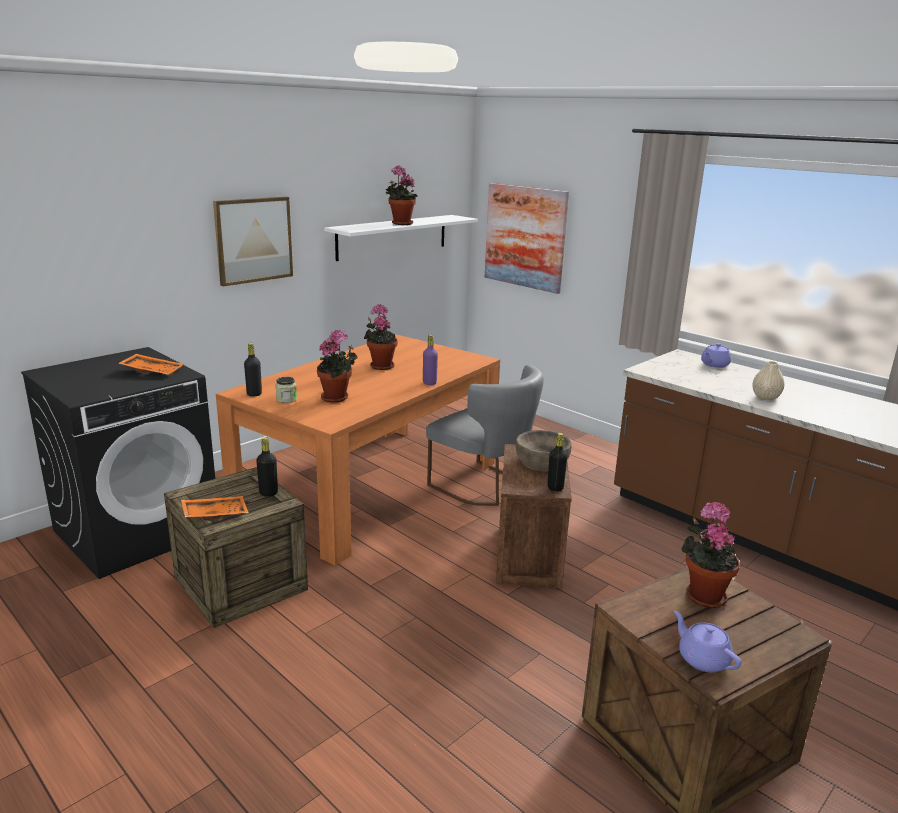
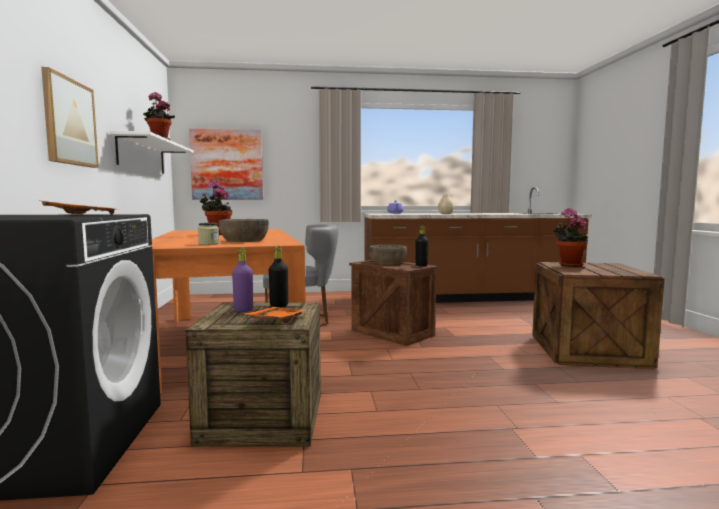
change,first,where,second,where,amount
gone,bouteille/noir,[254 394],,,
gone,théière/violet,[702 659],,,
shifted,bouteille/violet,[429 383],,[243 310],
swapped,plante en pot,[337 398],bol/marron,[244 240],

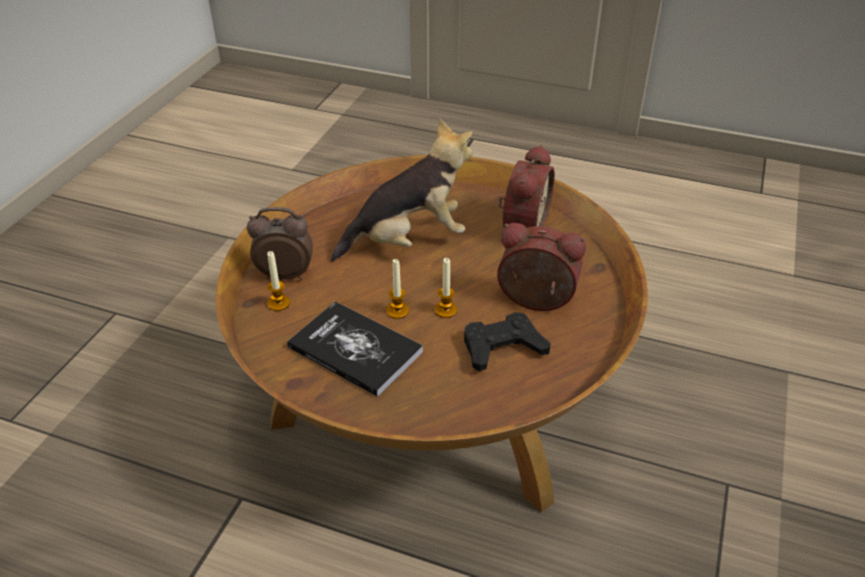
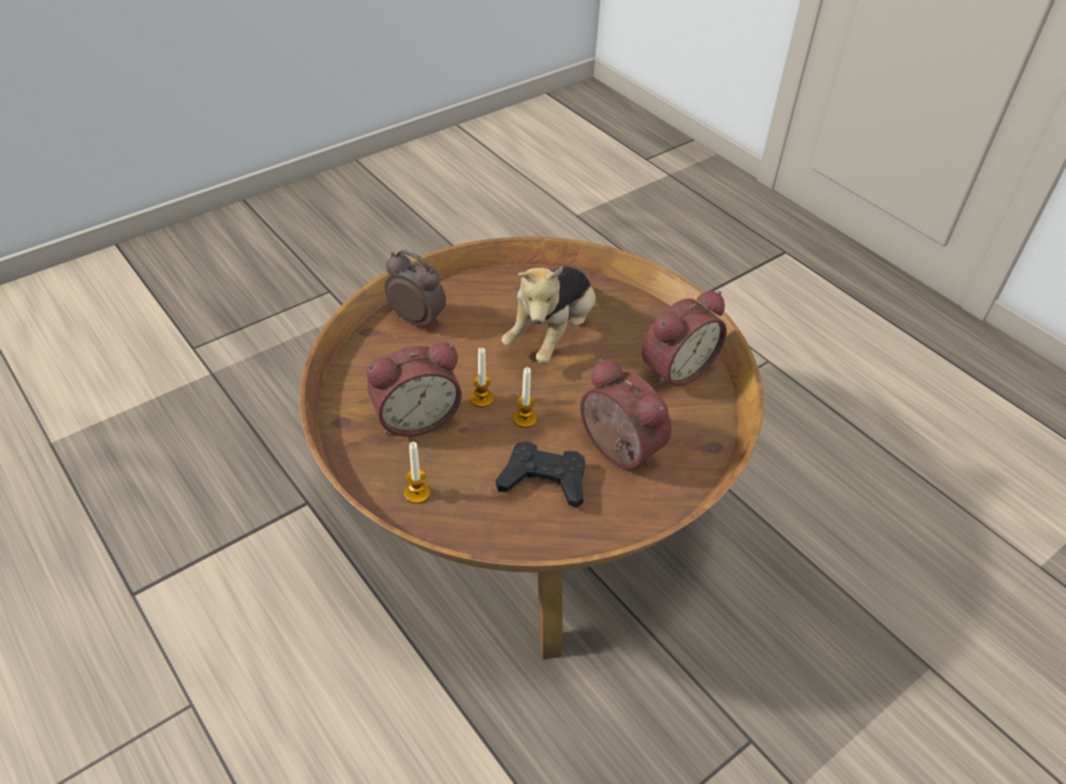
change,first,where,second,where,amount
shifted,bougie,[278 303],,[417 493],
swapped,livre,[355 349],réveil,[415 417],
rotated,peluche,[408 240],,[552 334],105 degrees clockwise

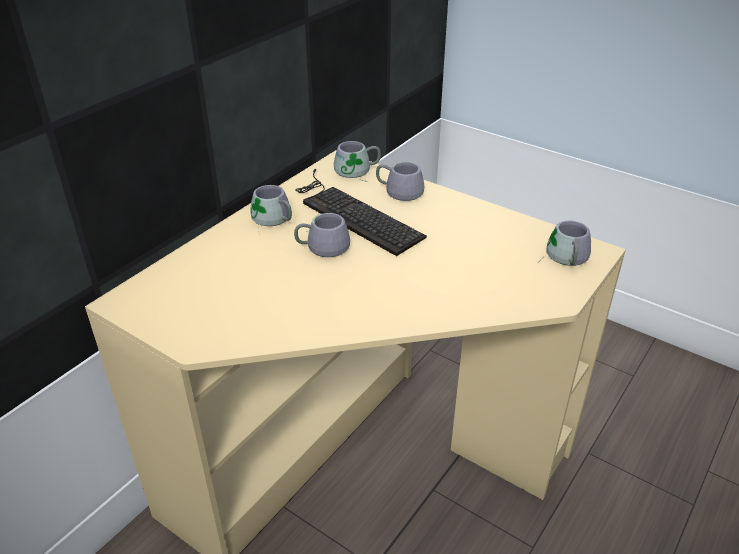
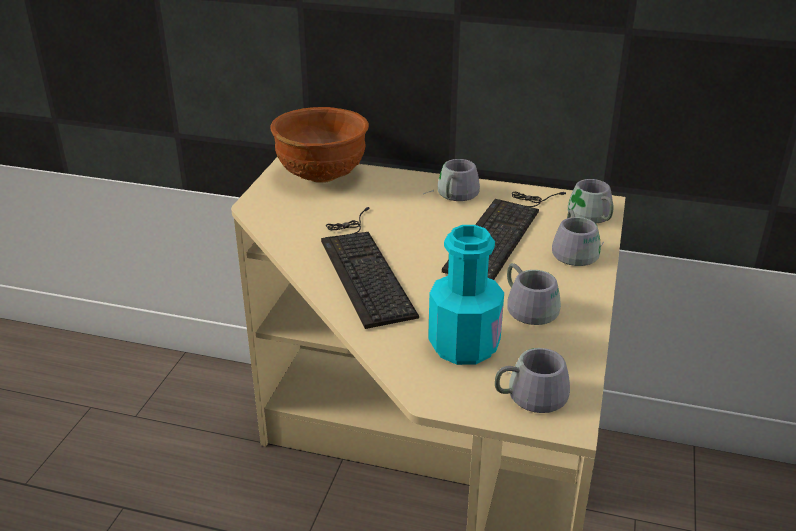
change,first,where,second,where,amount
new,,,bol/marron,[323 176],
new,,,clavier,[363 266],
new,,,bouteille/turquoise,[464 346],
shifted,mug/gris,[322 244],,[532 305],

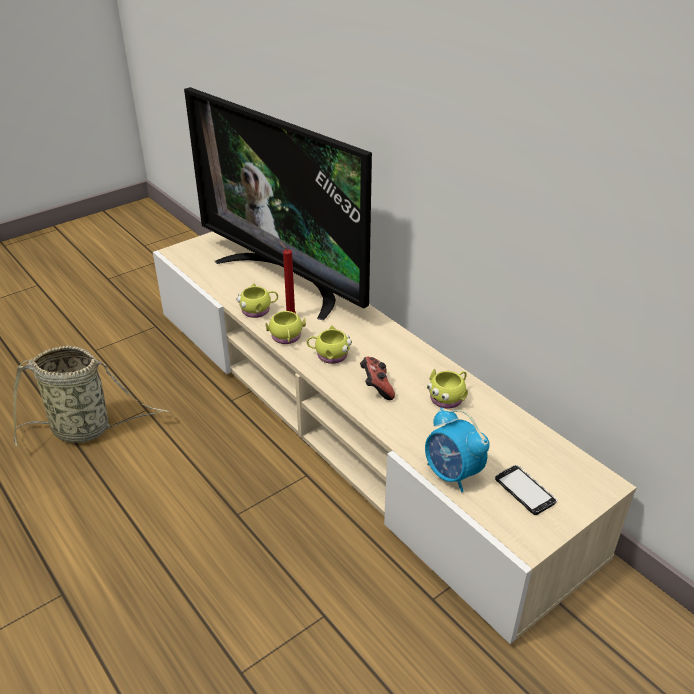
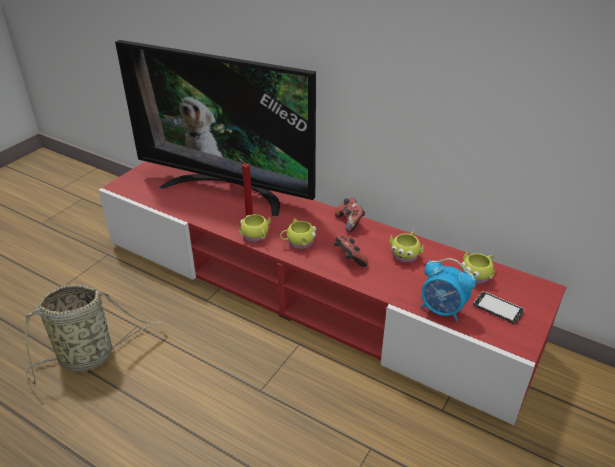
change,first,where,second,where,amount
new,,,manette,[350 222],
shifted,mug/jaune,[258 310],,[477 275],
repainted,meuble télé/beige,[348 419],meuble télé/rouge,[308 292],

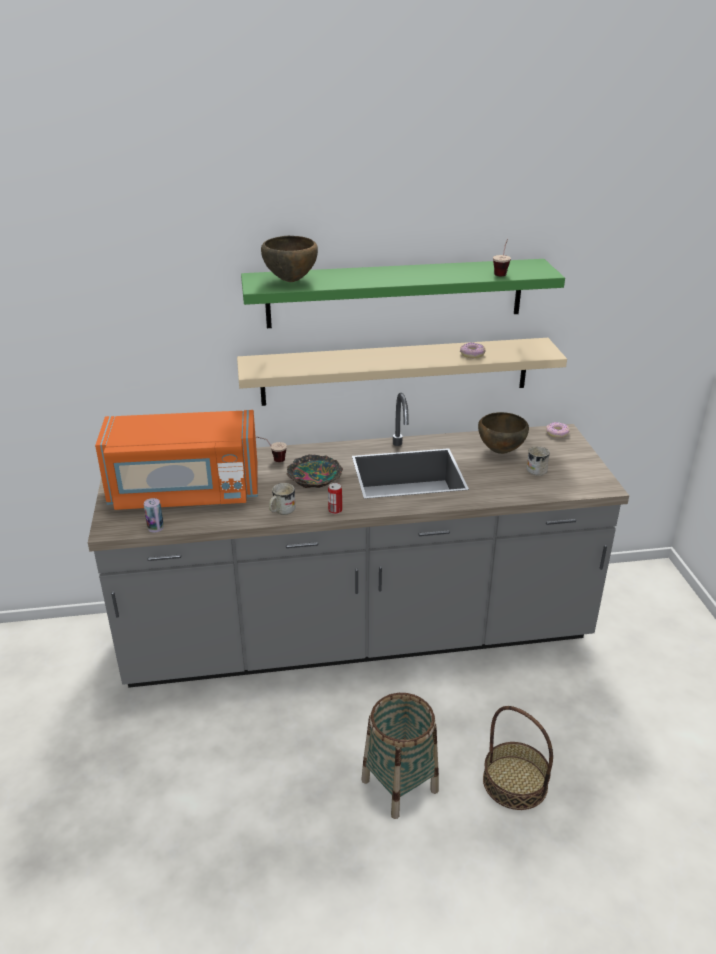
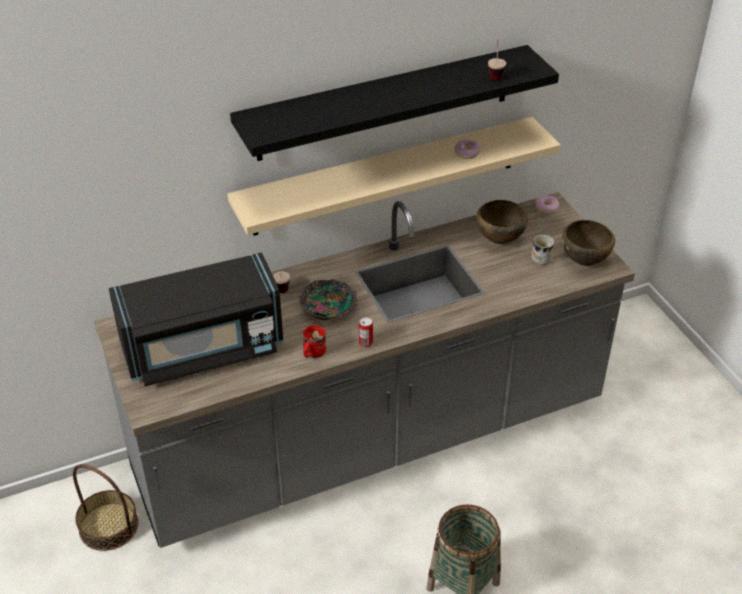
change,first,where,second,where,amount
gone,boîte métallique,[155 528],,,
shifted,bol/marron,[291 280],,[585 261],
shifted,panier,[515 782],,[109 526],
repainted,micro-ondes/orange,[184 492],micro-ondes/noir,[203 349],
repainted,étagère/vert,[395 293],étagère/noir,[385 103],
repainted,mug/blanc,[281 511],mug/rouge,[312 353],

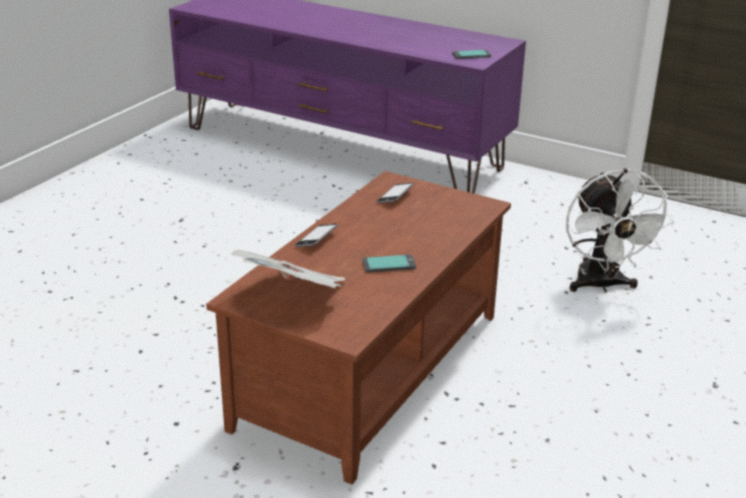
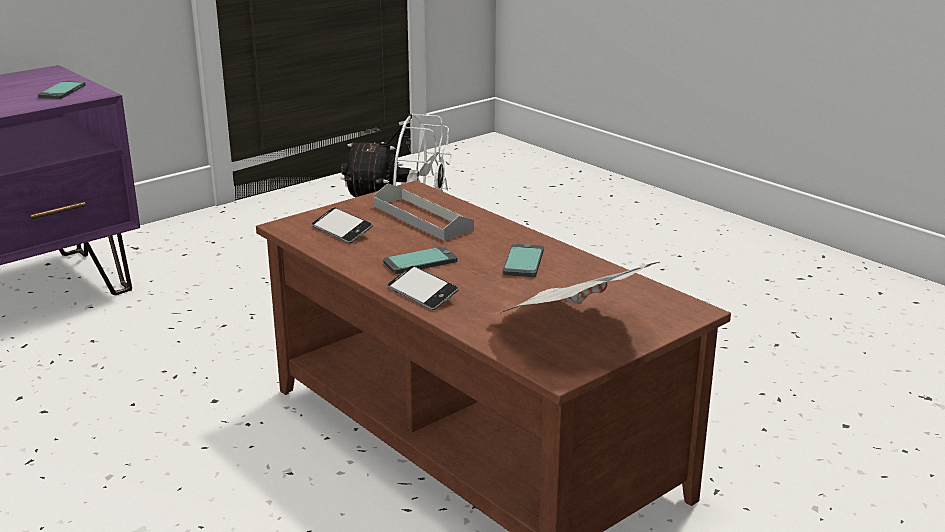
change,first,where,second,where,amount
new,,,plateau/gris,[422 218],
new,,,téléphone,[420 262],

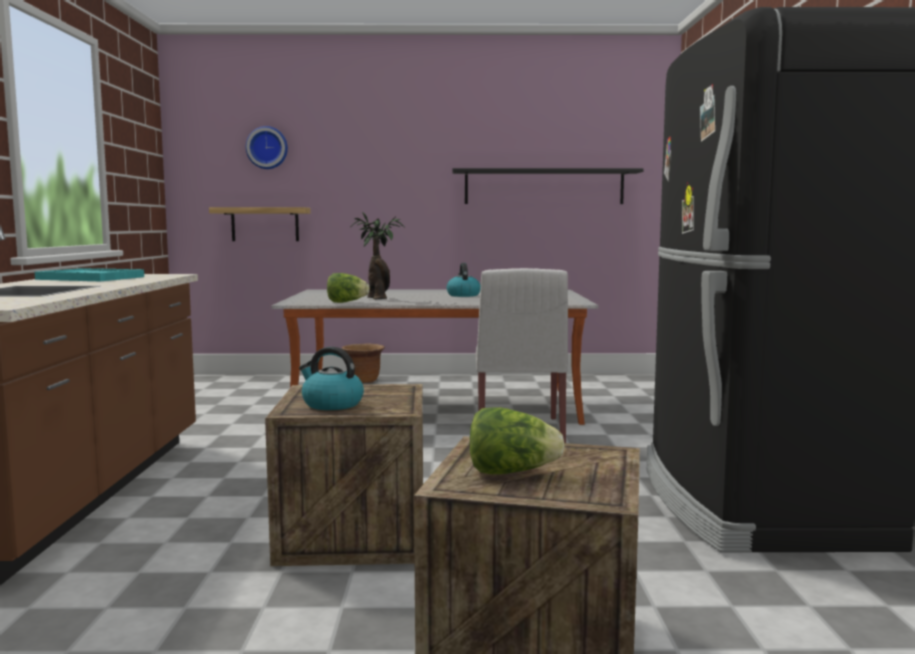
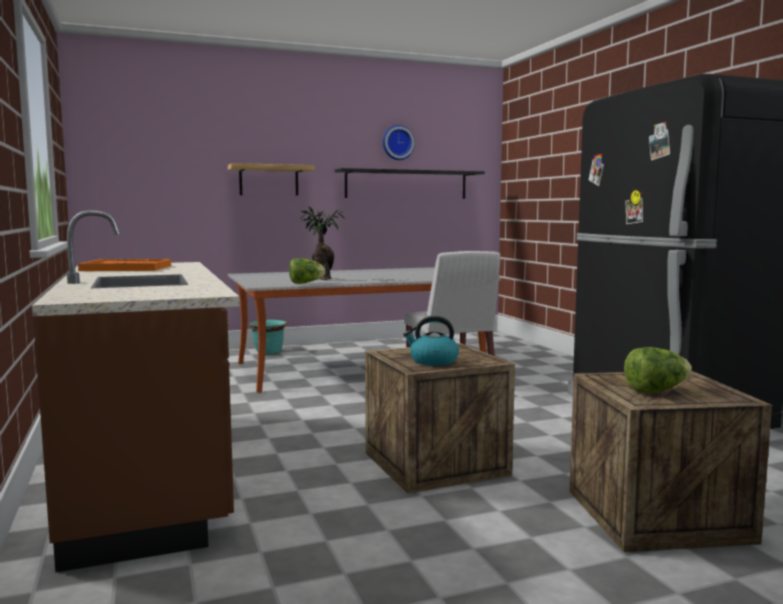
change,first,where,second,where,amount
gone,bouilloire,[463 295],,,
shifted,étagère,[265 224],,[269 180],
shifted,horloge murale,[267 148],,[397 143],
repainted,plateau/turquoise,[91 278],plateau/orange,[127 268],
repainted,cache-pot/marron,[364 381],cache-pot/turquoise,[269 352],

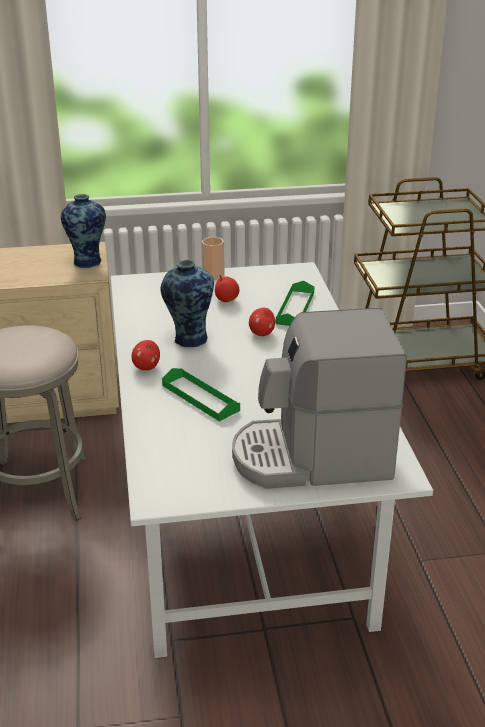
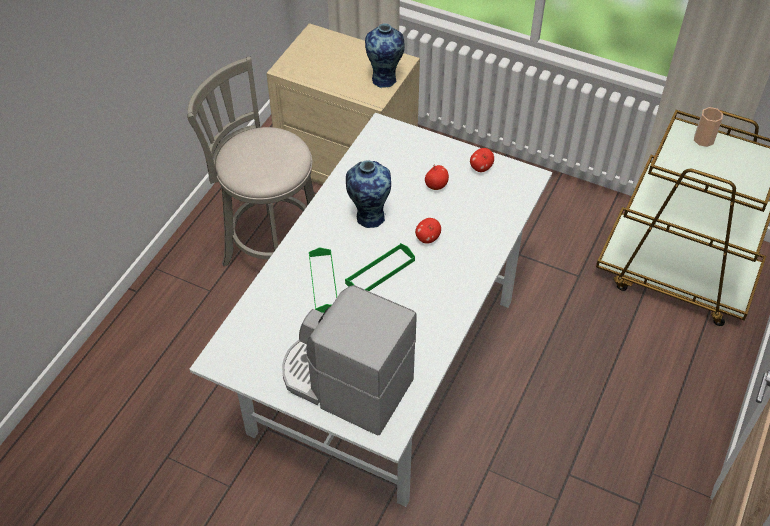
change,first,where,second,where,amount
shifted,pomme,[146 367],,[481 168],
shifted,tasse,[213 275],,[703 139],
shifted,plateau/vert,[295 308],,[380 272],

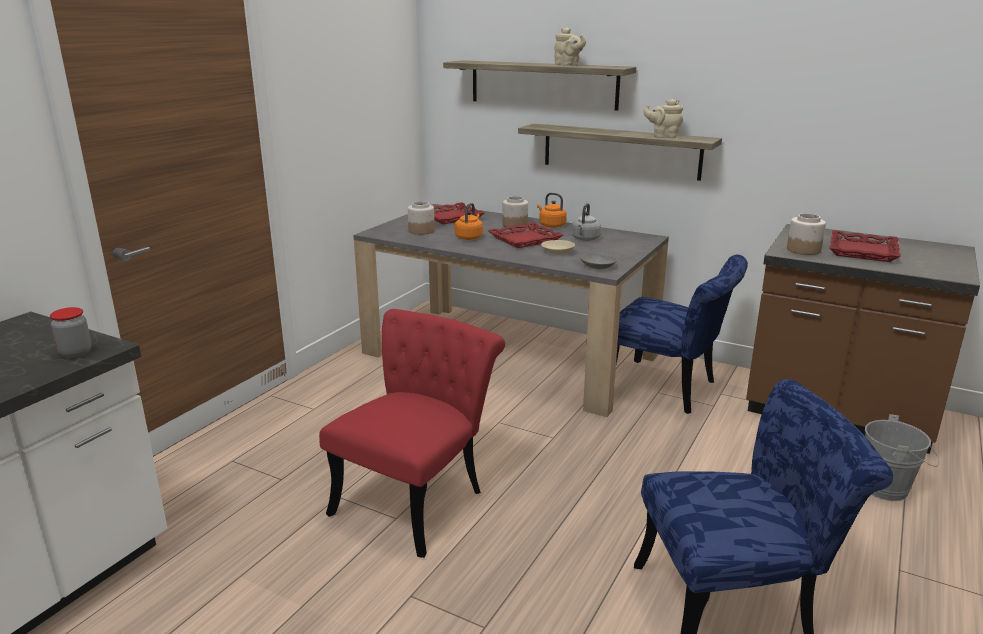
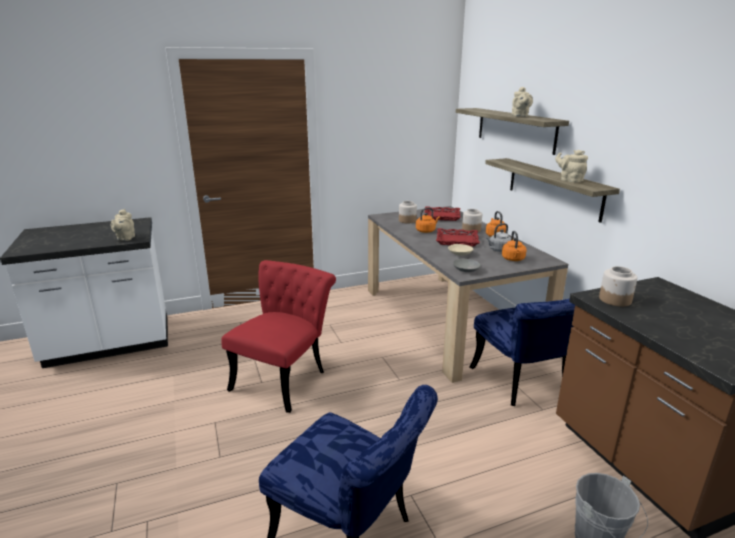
change,first,where,second,where,amount
gone,plateau/rouge,[863 251],,,
new,,,bouilloire/orange,[513 259],
swapped,bocal,[75 353],théière/beige,[125 238],
rotated,chaise/rouge,[417 498],,[284 377],45 degrees counterclockwise

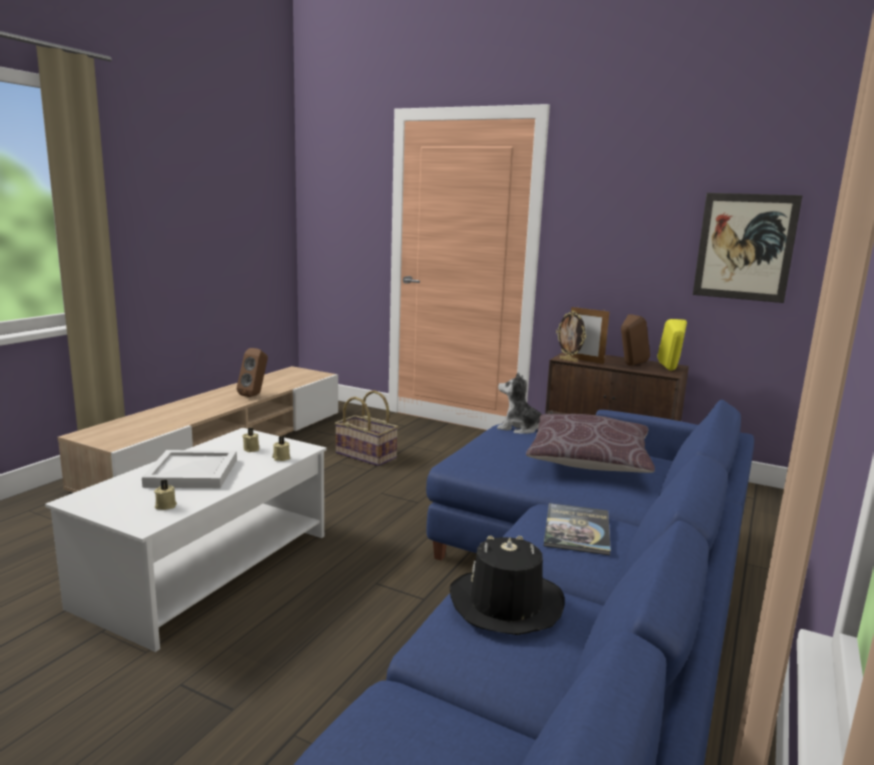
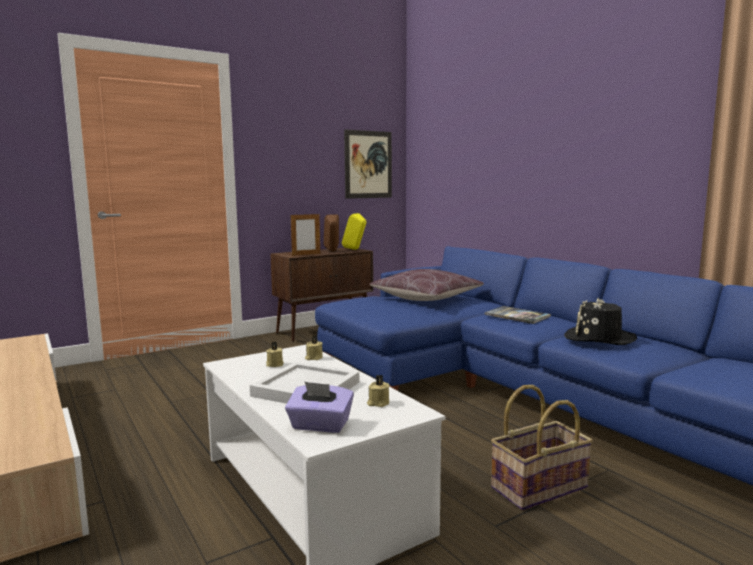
change,first,where,second,where,amount
gone,enceinte/marron,[255 395],,,
gone,peluche,[520 429],,,
gone,cadre photo,[569 360],,,
new,,,boîte à mouchoirs/violet,[320 426],
shifted,panier,[366 455],,[538 487],

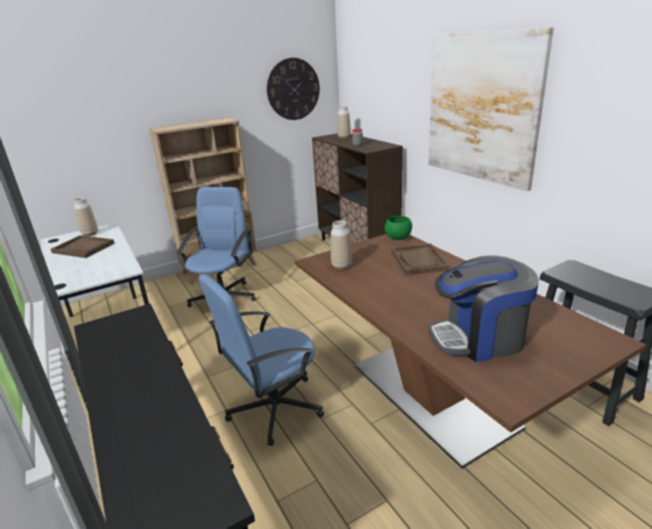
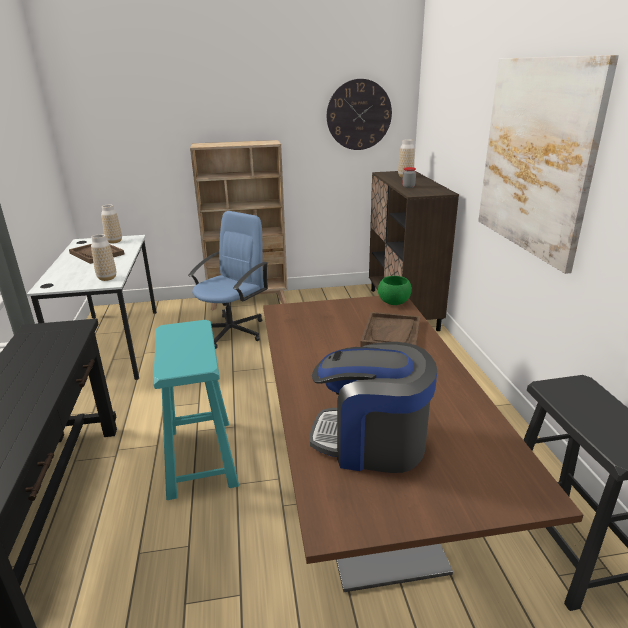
change,first,where,second,where,amount
shifted,vase,[341 266],,[107 278],
swapped,chaise de bureau/bleu,[274 407],tabouret/turquoise,[200 457],

